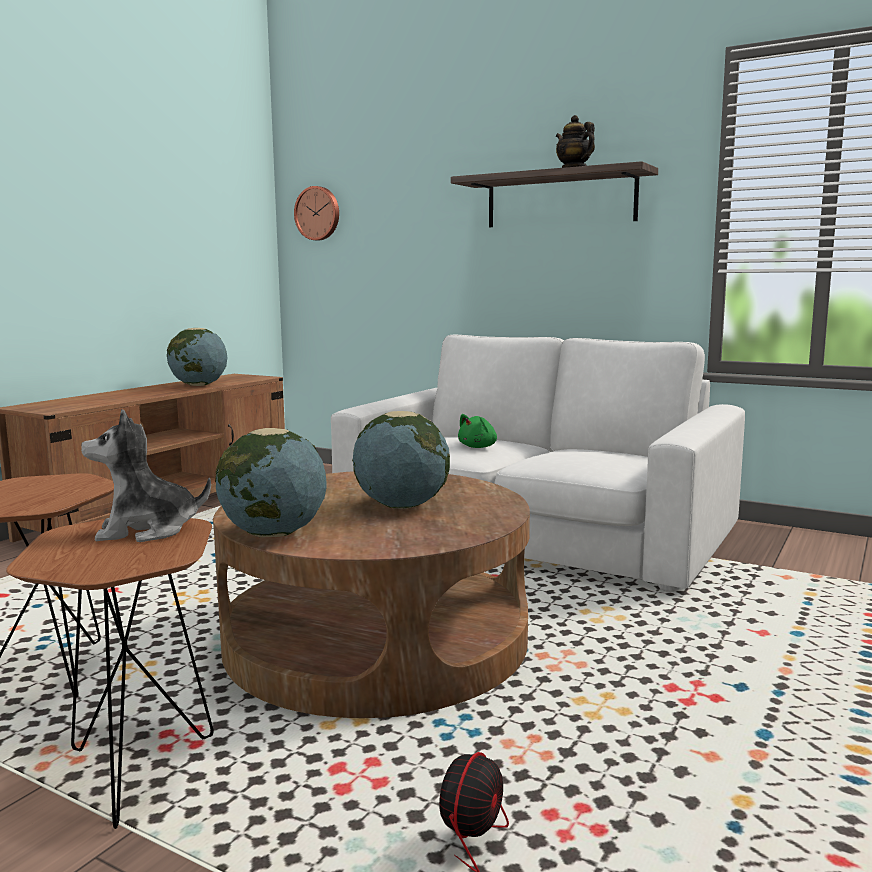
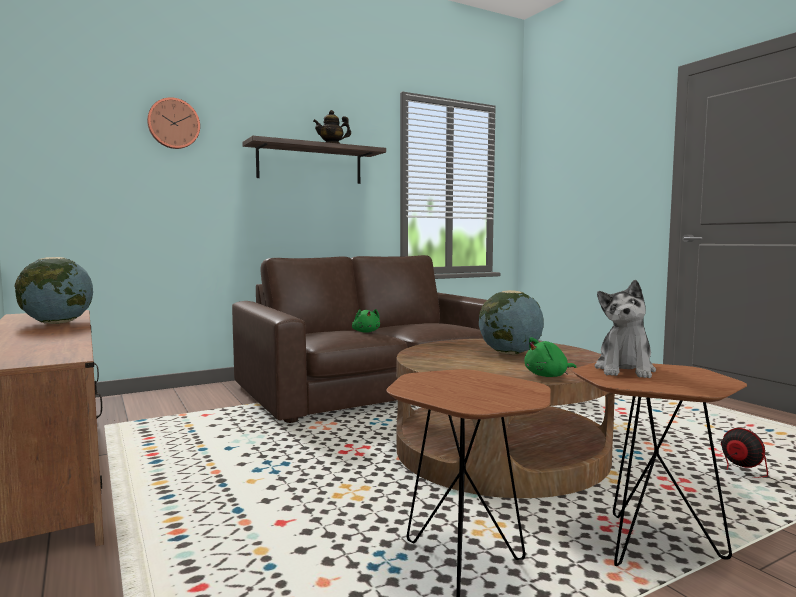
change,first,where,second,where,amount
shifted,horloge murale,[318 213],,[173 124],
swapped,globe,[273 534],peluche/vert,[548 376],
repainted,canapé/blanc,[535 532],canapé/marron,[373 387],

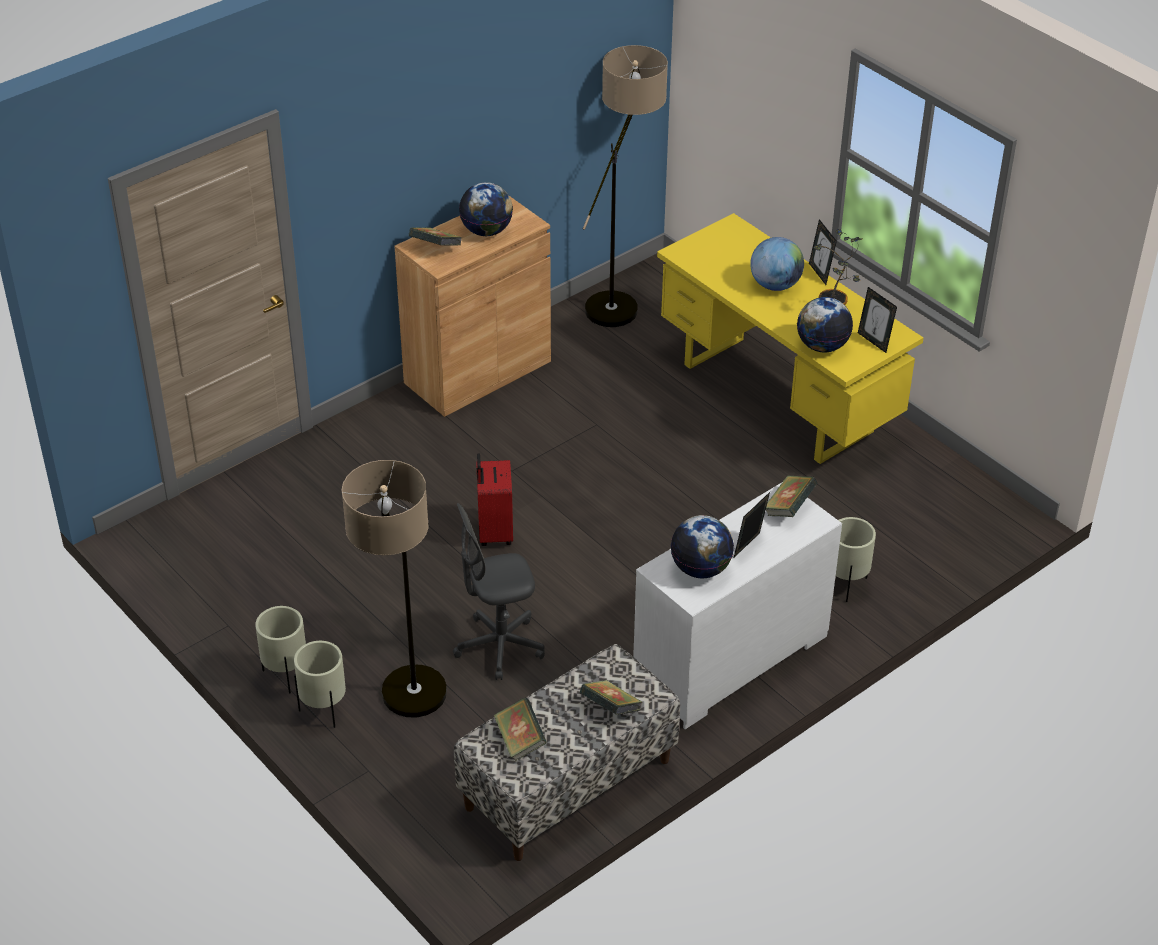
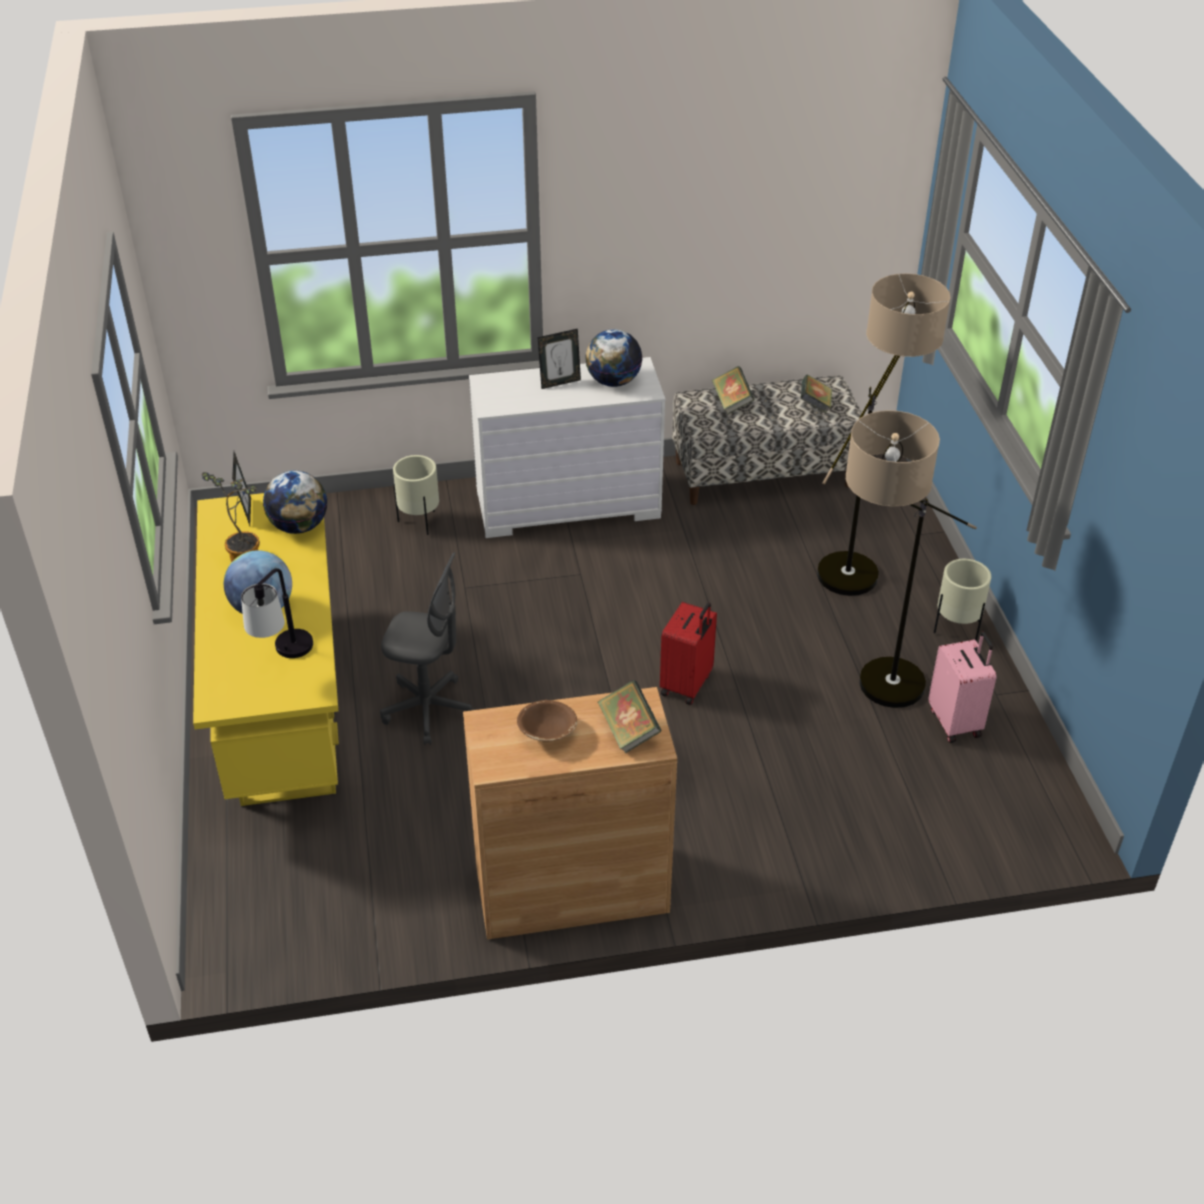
change,first,where,second,where,amount
gone,cache-pot/beige,[323 710],,,
gone,livre,[789 508],,,
gone,cadre photo,[820 273],,,
new,,,lampe de table,[284 657],
new,,,valise/rose,[956 722],
shifted,chaise de bureau/gris,[499 646],,[429 710],
shifted,lampadaire,[621 299],,[871 694],
swapped,globe,[486 231],bol/marron,[547 732],

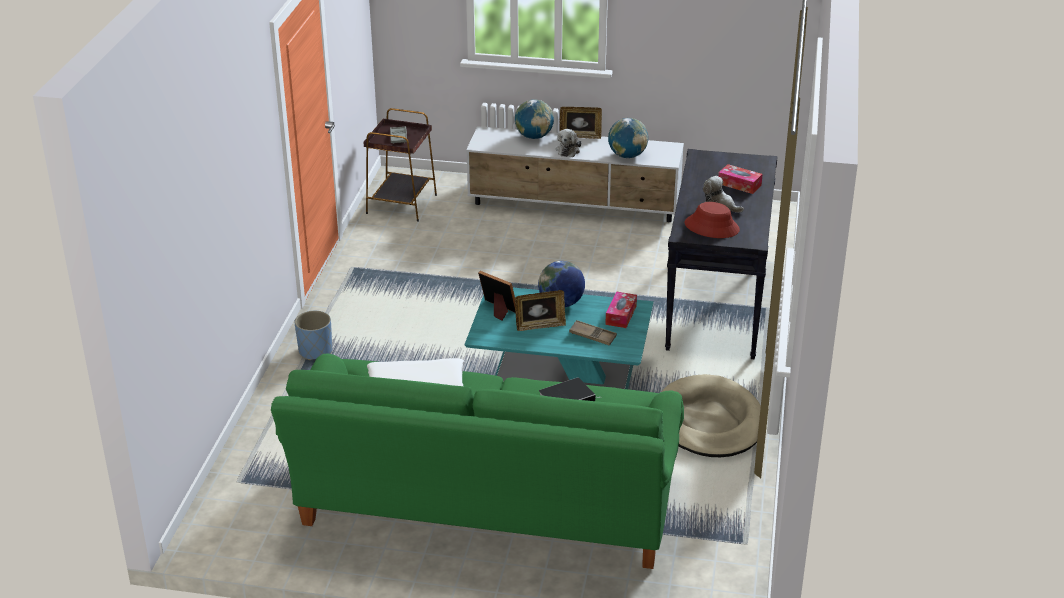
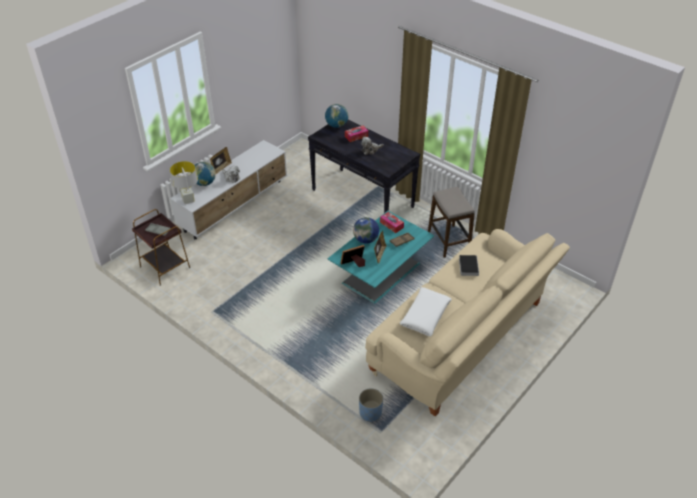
change,first,where,second,where,amount
gone,chapeau/rouge,[711 227],,,
new,,,lampe de table/gris,[188 200],
shifted,cache-pot/bleu,[315 351],,[370 413],
shifted,globe,[627 156],,[336 125],
swapped,panier pour chien/beige,[709 422],tabouret,[449 241],
repainted,canapé/vert,[487 505],canapé/beige,[462 339],

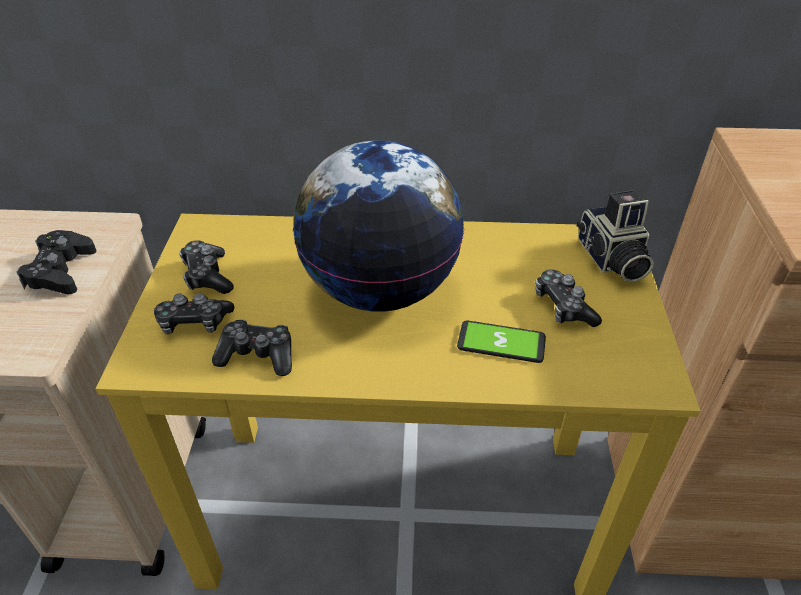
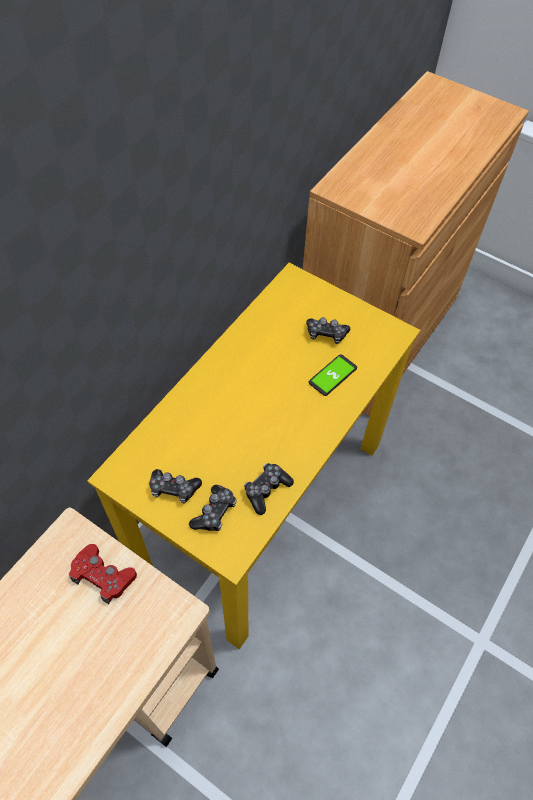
change,first,where,second,where,amount
gone,globe,[380 289],,,
gone,appareil photo,[610 260],,,
repainted,manette/noir,[61 271],manette/rouge,[103 576],

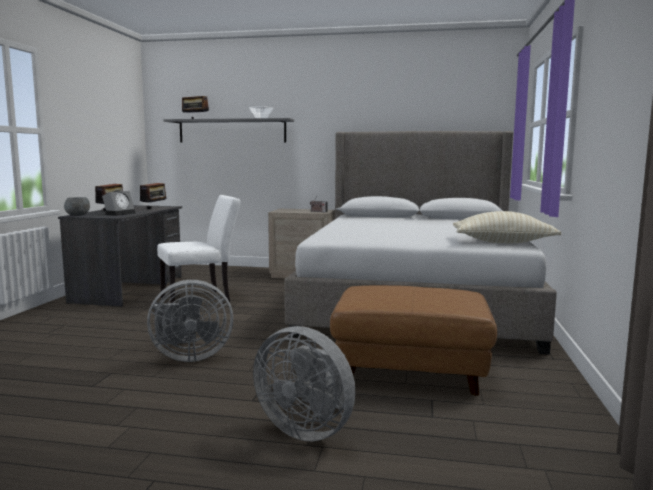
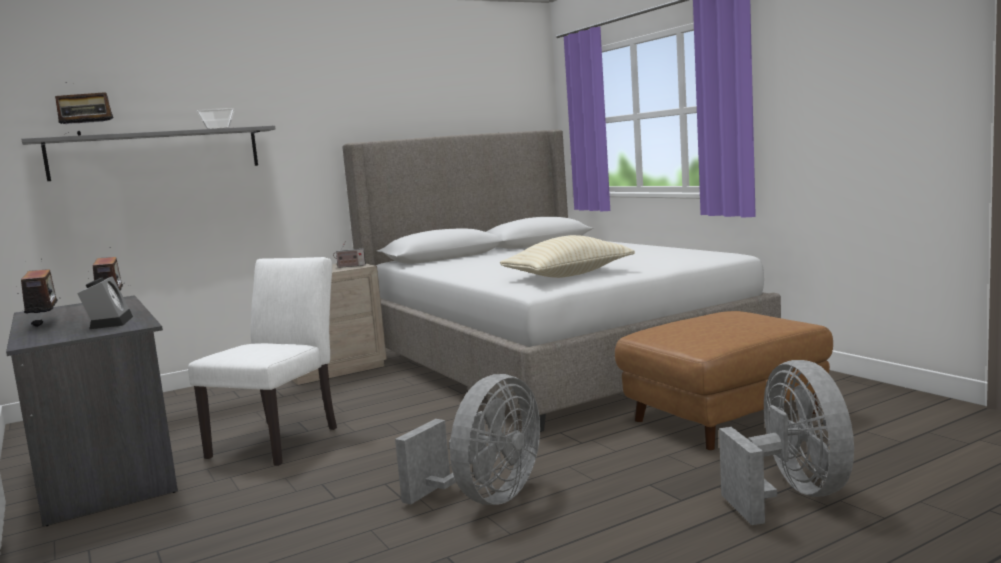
change,first,where,second,where,amount
gone,bol/gris,[77 215],,,
shifted,coussin/beige,[502 242],,[568 275],
rotated,ventilateur/gris,[307 429],,[792 495],90 degrees counterclockwise

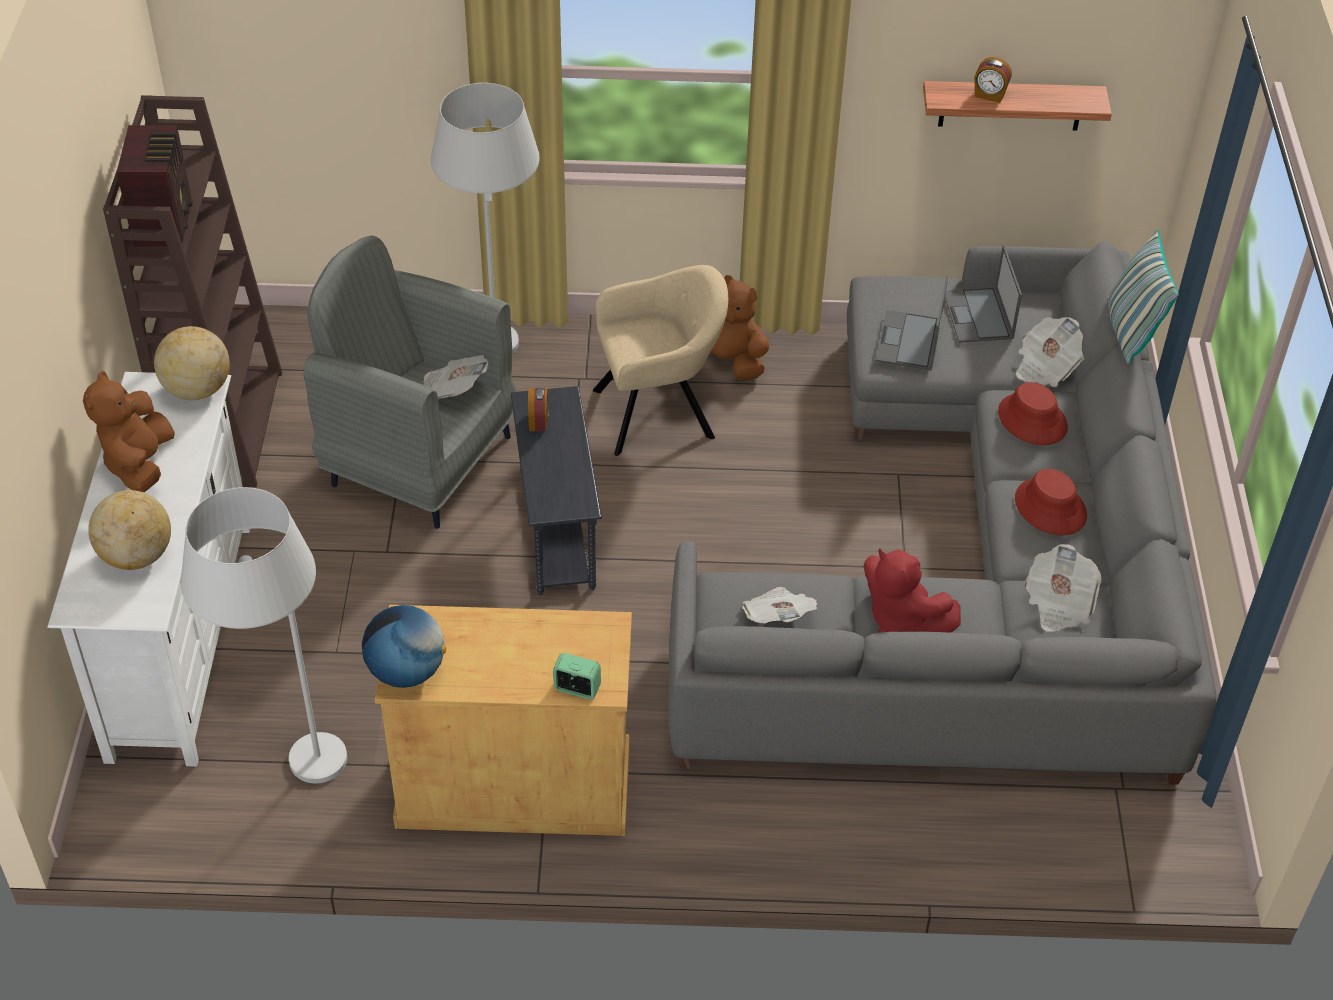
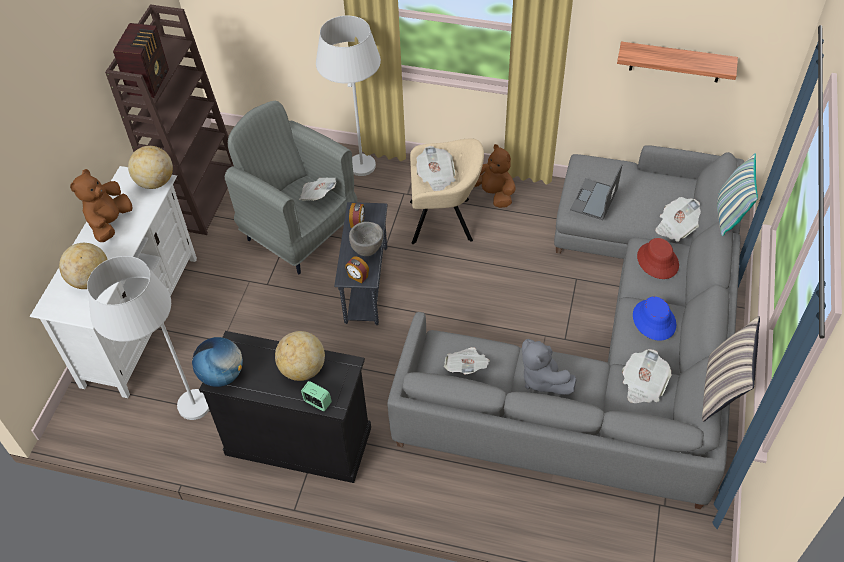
change,first,where,second,where,amount
gone,ordinateur portable,[978 316],,,
new,,,globe,[302 369],
new,,,bol/gris,[367 251],
new,,,journal,[436 177],
new,,,coussin,[721 390],
shifted,réveil,[989 95],,[358 277],
repainted,meuble de rangement/beige,[514 786],meuble de rangement/noir,[299 440],
repainted,peluche/rouge,[901 618],peluche/gris,[542 379],
repainted,chapeau/rouge,[1050 508],chapeau/bleu,[653 320],

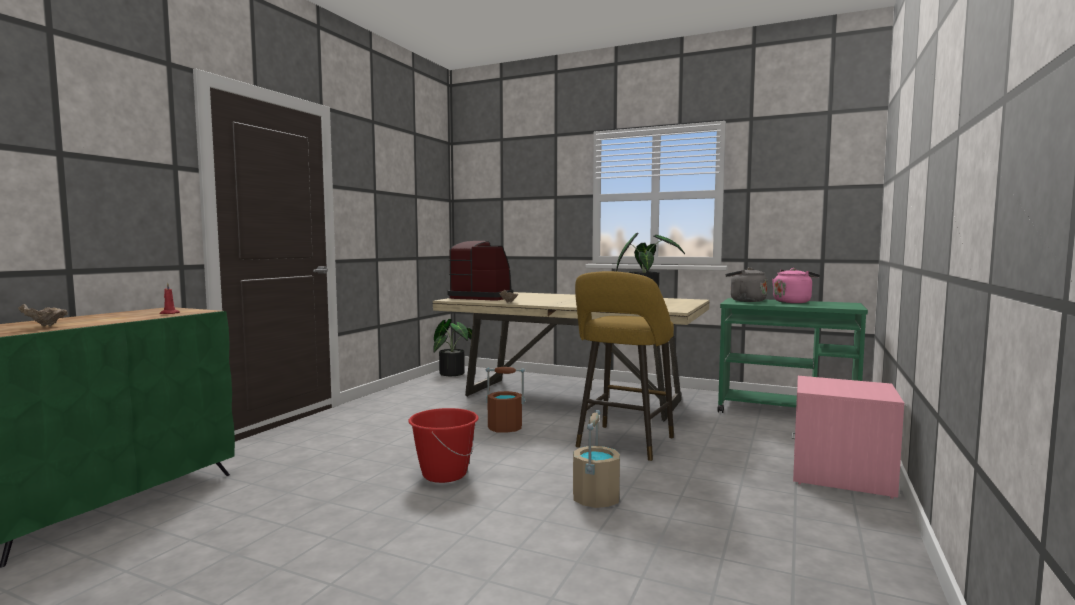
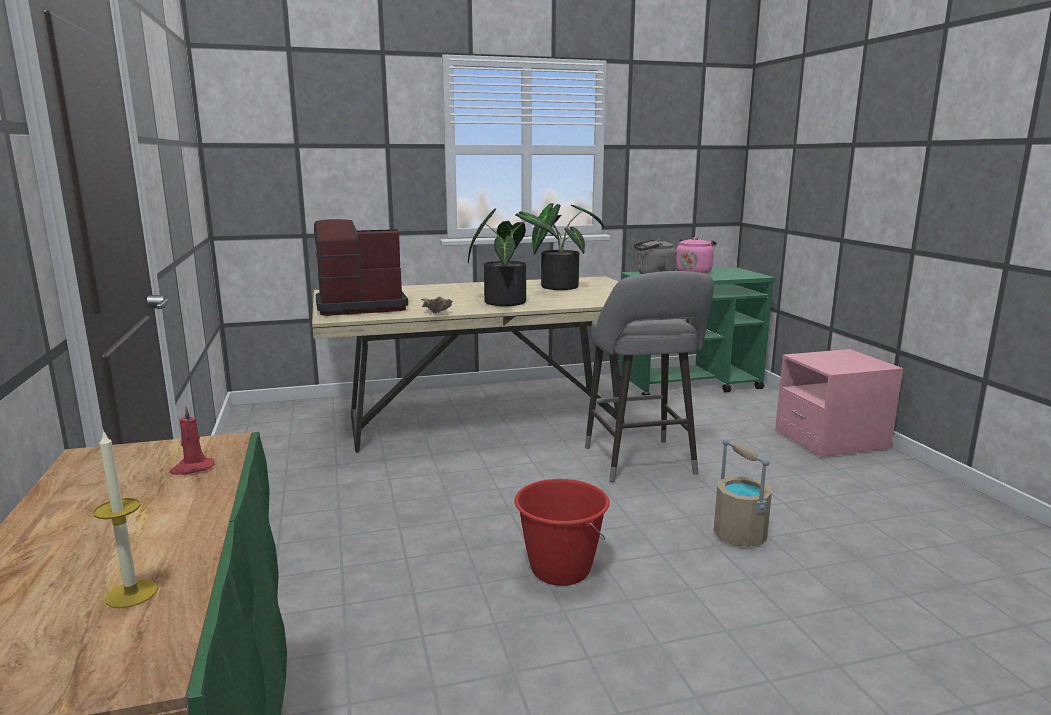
change,first,where,second,where,amount
gone,seau/marron,[505 428],,,
shifted,plante en pot,[455 373],,[508 301],
swapped,bol/beige,[46 327],bougie,[132 594],
repainted,tabouret/jaune,[623 444],tabouret/gris,[641 463],

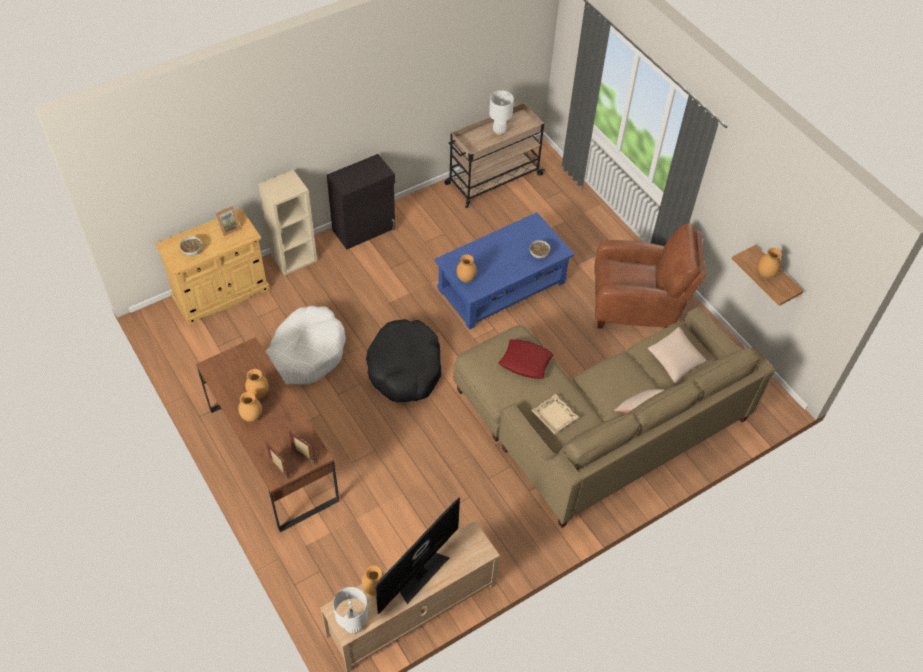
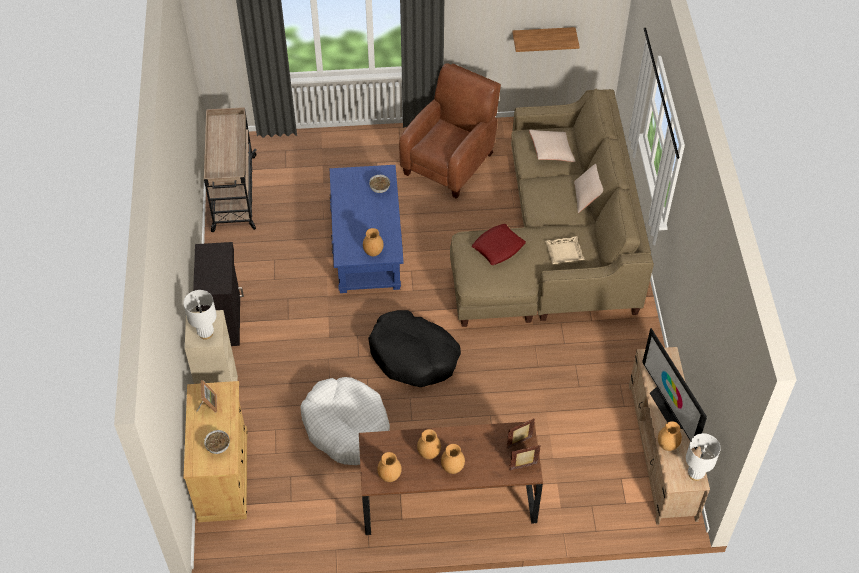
change,first,where,second,where,amount
shifted,lampe de table/blanc,[499 132],,[205 333],
shifted,vase/marron,[766 274],,[389 476],

